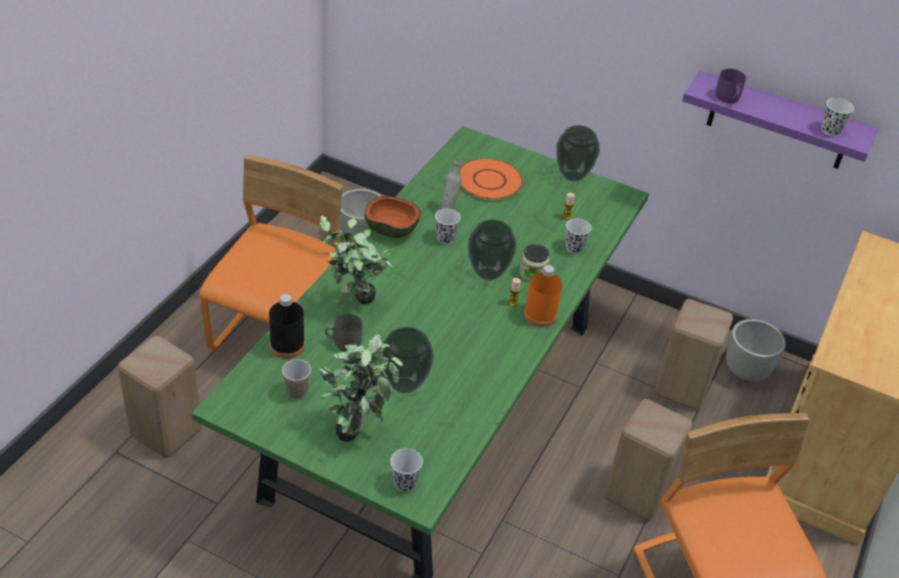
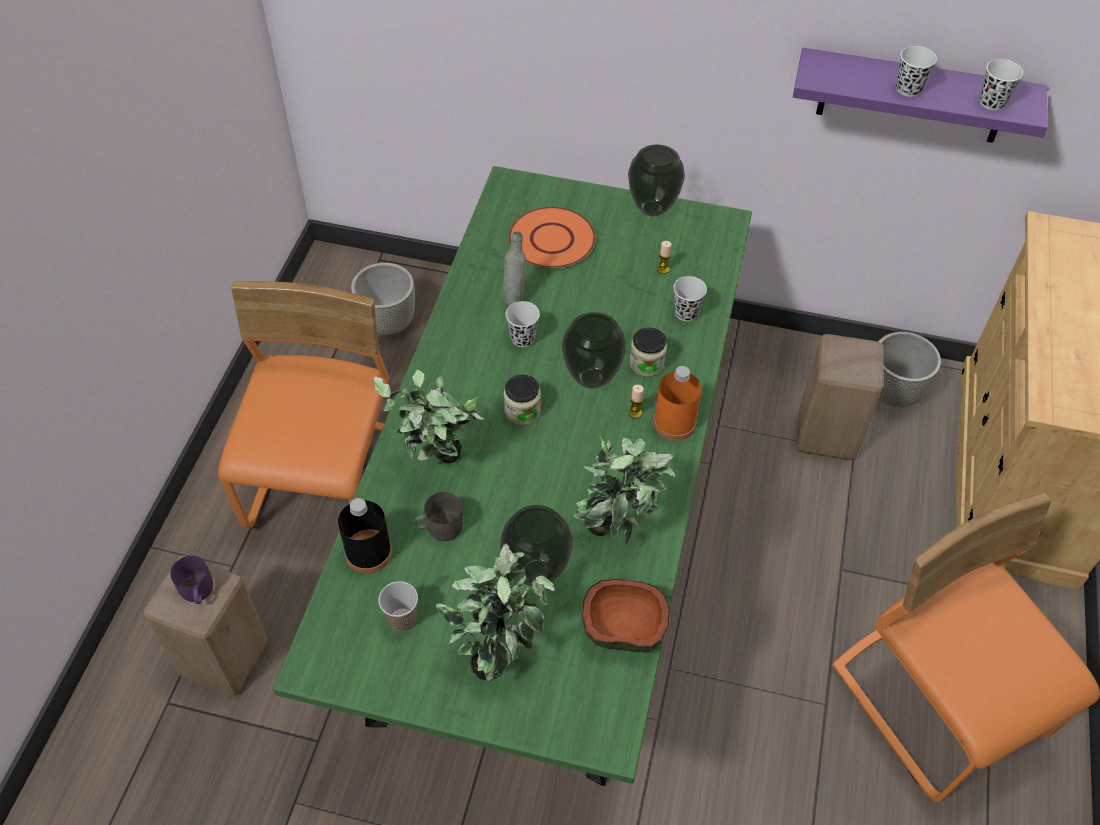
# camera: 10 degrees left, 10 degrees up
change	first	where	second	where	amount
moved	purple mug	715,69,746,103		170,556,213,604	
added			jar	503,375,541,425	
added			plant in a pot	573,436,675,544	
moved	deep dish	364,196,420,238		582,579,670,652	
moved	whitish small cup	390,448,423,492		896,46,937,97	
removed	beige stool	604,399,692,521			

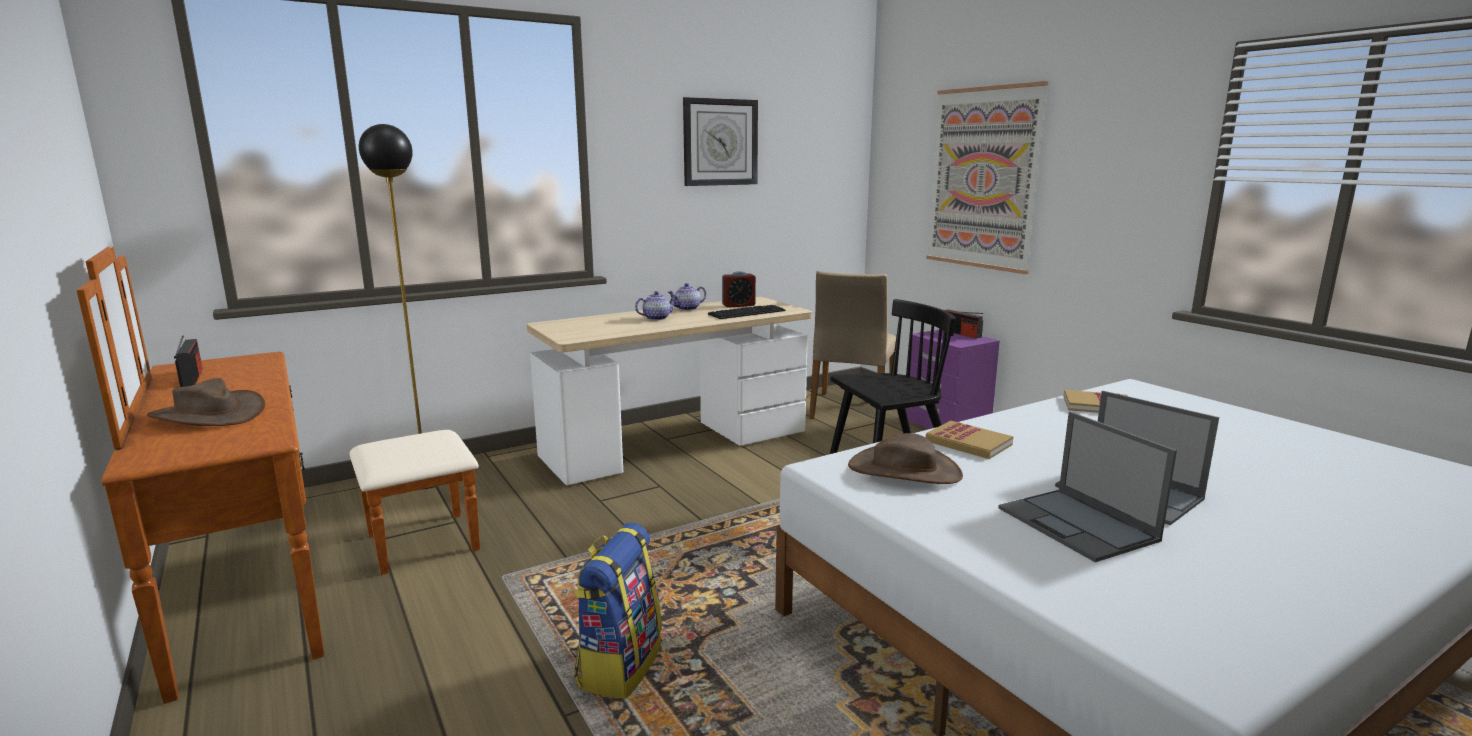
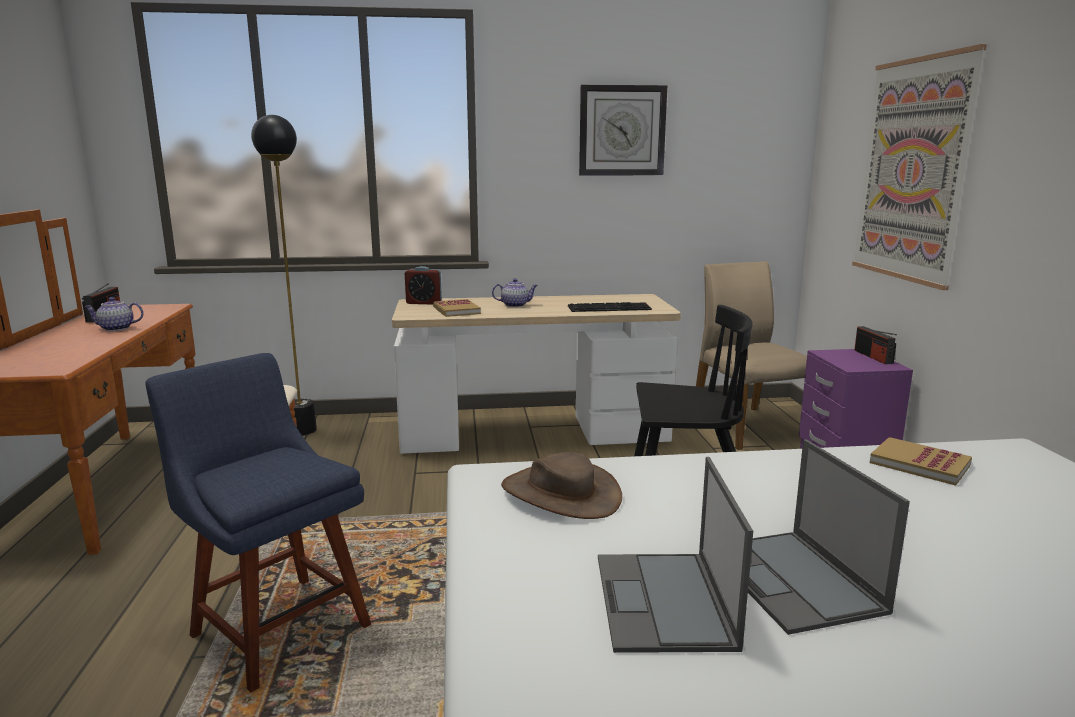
# camera: 25 degrees right, 0 degrees up
change	first	where	second	where	amount
moved	teapot	668,283,706,311		85,297,144,331	
replaced	backpack	574,523,662,699	blue chair	146,353,371,692	
moved	table clock	722,271,756,308		405,266,442,305	
moved	book	926,421,1013,459		433,299,481,317	
turned	beige chair	809,271,896,419		696,261,807,450	120 degrees clockwise
removed	brown-coloured hat	147,378,265,426			

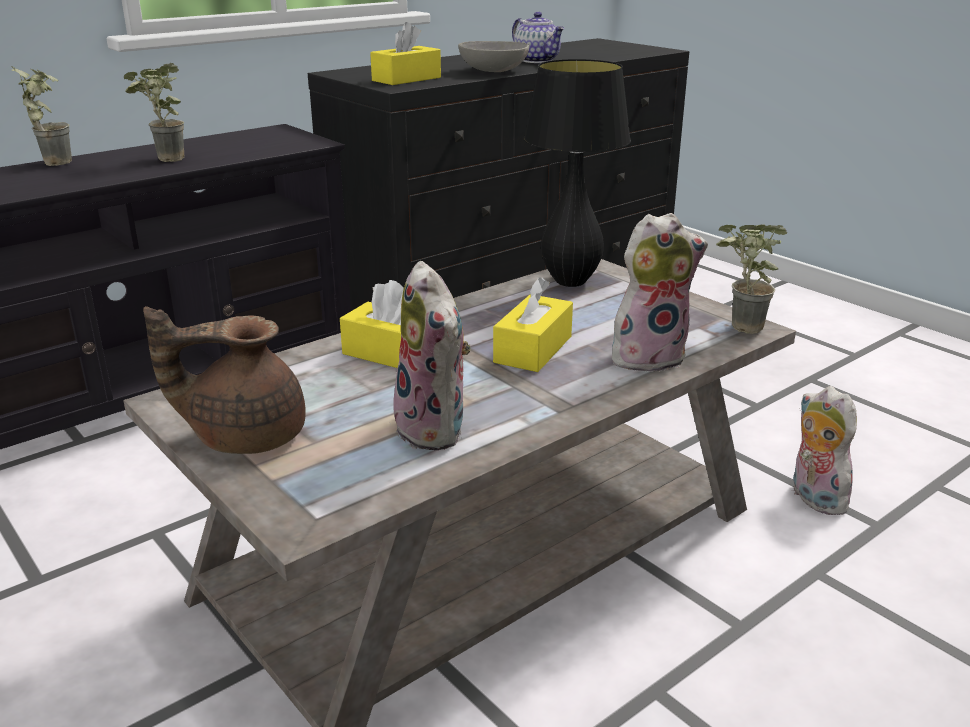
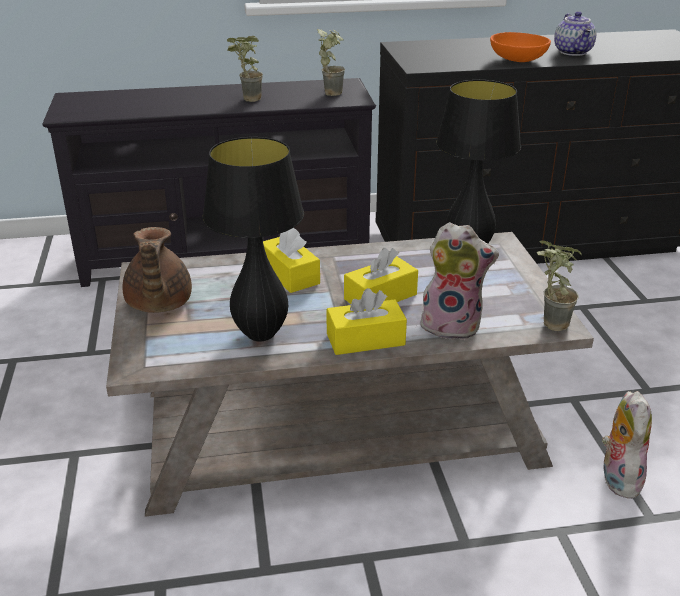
# camera: 30 degrees right, 5 degrees up
change	first	where	second	where	amount
turned	brown-coloured teapot	143,306,306,454		123,227,192,313	120 degrees counterclockwise
replaced	cuddly toy	392,261,471,450	blackish lamp for a table	203,137,304,342	
moved	plant in a pot	11,66,72,166		317,29,345,96	
moved	yellowish tissue box	370,22,441,85		327,288,407,355	
recoloured	grey deep dish	458,41,529,72	orange deep dish	490,32,551,62	

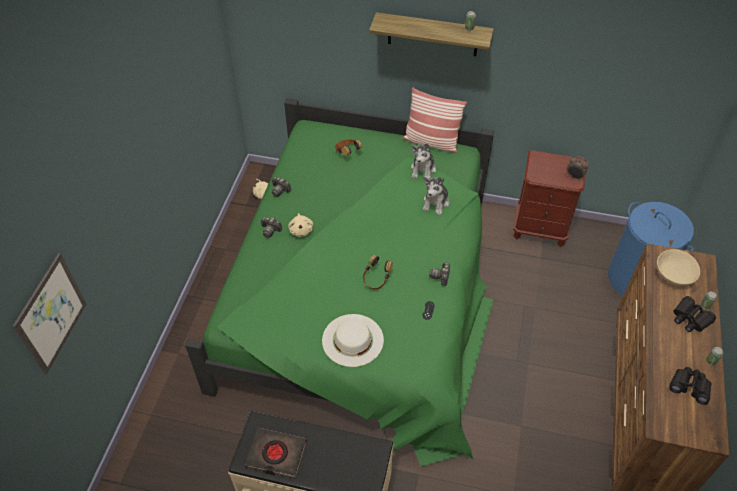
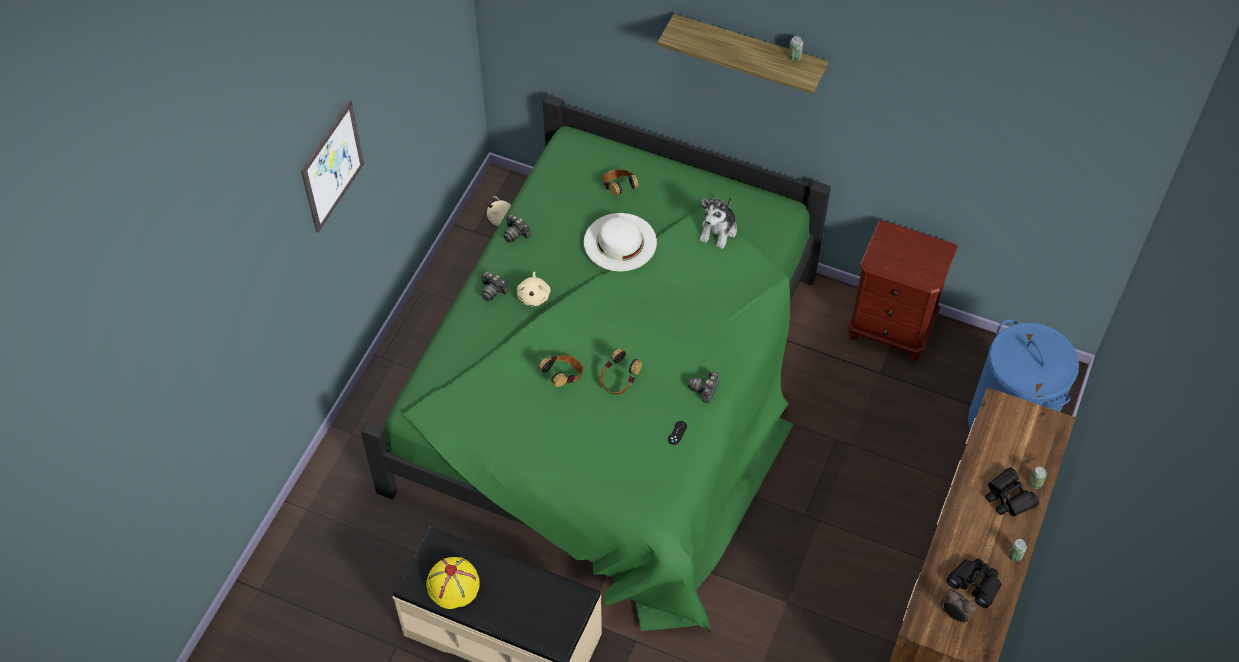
# camera: 10 degrees right, 5 degrees up
change	first	where	second	where	amount
moved	wall art	13,253,86,374		301,100,364,233	
replaced	blackish book	245,428,307,479	yellowish hat	426,557,480,609	
added			headphones	539,355,583,387	
moved	whitish hat	322,314,384,367		584,213,657,272	
moved	table clock	566,156,589,181		941,588,976,623	
removed	cushion	402,87,467,153			
removed	cuddly toy	423,177,449,215			
removed	beige deep dish	657,249,700,286			

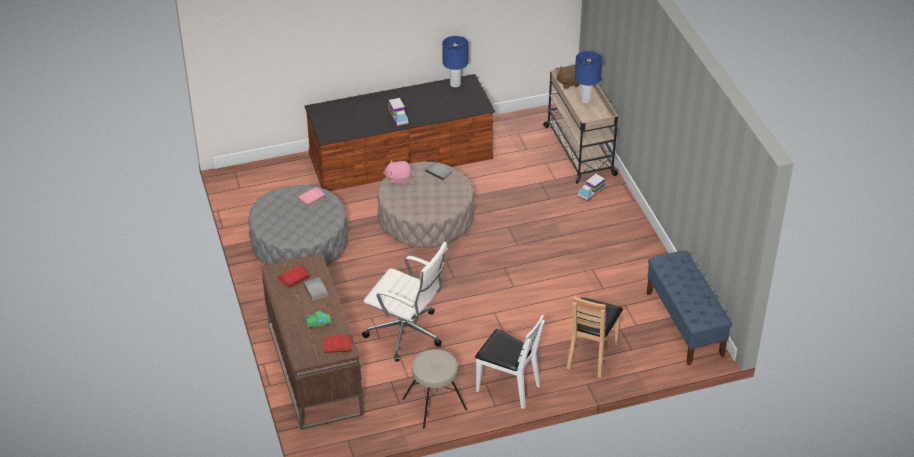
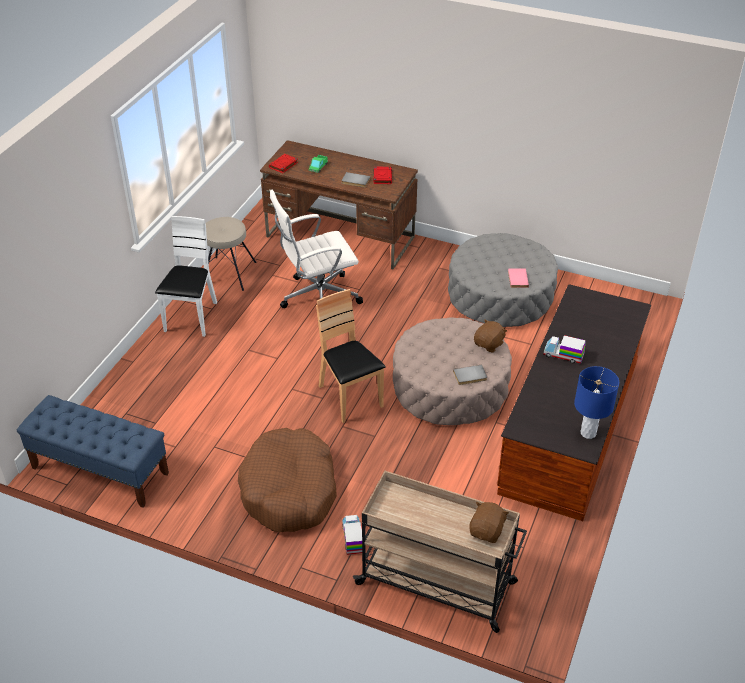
# camera: 130 degrees right, 0 degrees up
change	first	where	second	where	amount
turned	whitish chair	475,315,545,409		155,216,217,337	120 degrees clockwise
added			brown-coloured dog bed	238,428,337,532	
moved	brown-coloured chair	567,297,623,378		316,289,385,423	
recoloured	pinkish cuddly toy	383,160,412,184	brown-coloured cuddly toy	474,319,507,353	
removed	blue lamp for a table	575,51,602,103			

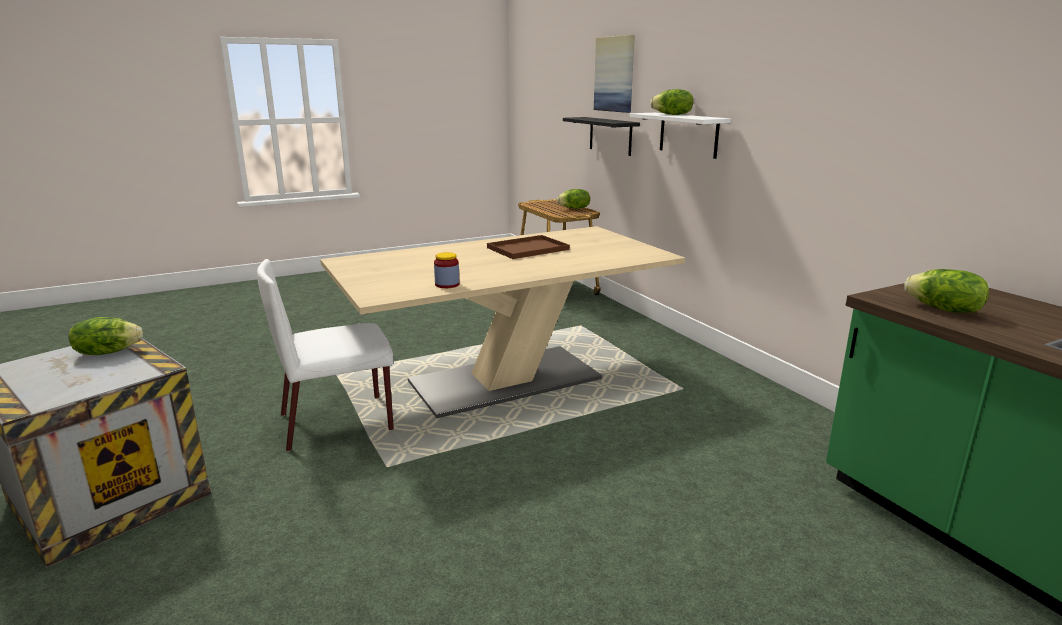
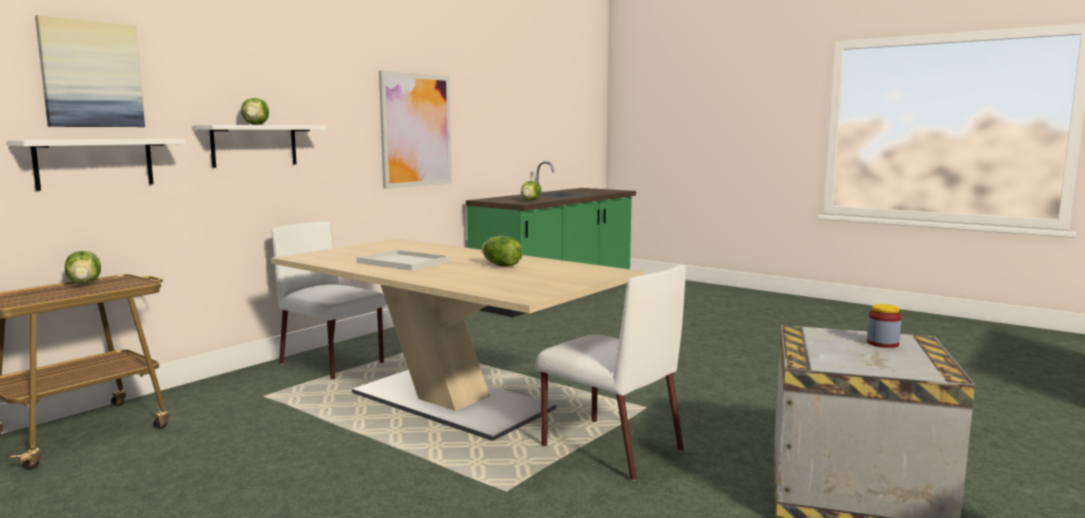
# camera: 115 degrees left, 10 degrees down
change	first	where	second	where	amount
recoloured	blackish shelf	563,117,640,156	whitish shelf	7,139,185,191	
added			whitish chair	271,222,386,379	
recoloured	brown-coloured serving tray	487,235,570,259	whitish serving tray	356,250,450,271	
added			wall art	379,71,452,189	
moved	lettuce	69,317,143,355		481,236,523,267	
moved	jar	434,252,459,288		867,304,902,348	

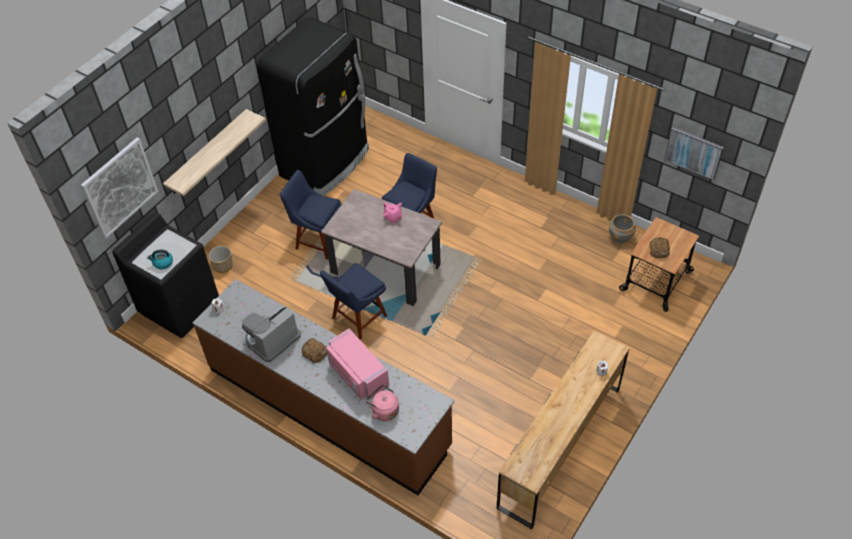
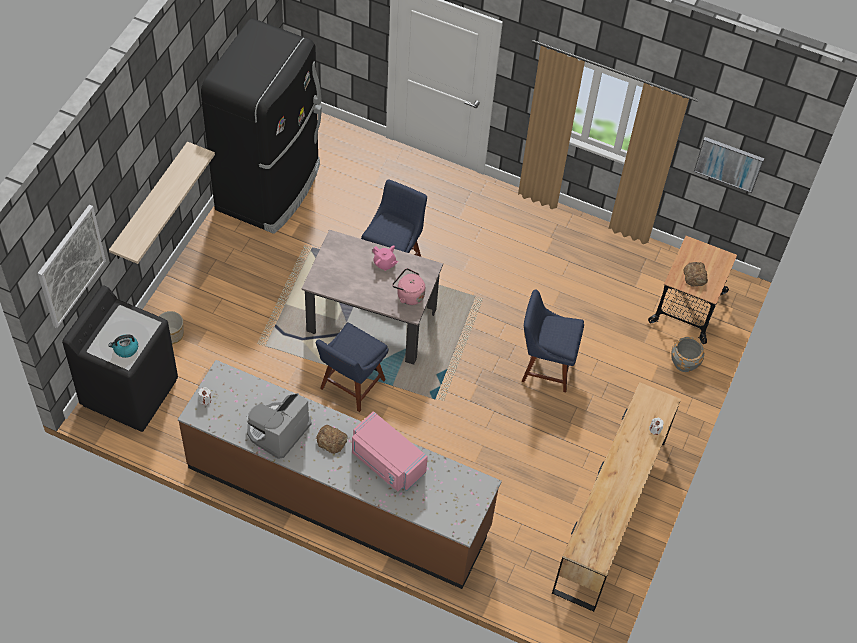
# camera: 15 degrees left, 5 degrees up
change	first	where	second	where	amount
moved	pinkish water kettle	366,385,399,421		392,268,425,305	
moved	blue chair	280,170,342,260		522,289,584,392	
moved	grey planter	609,214,636,243		671,337,704,372	

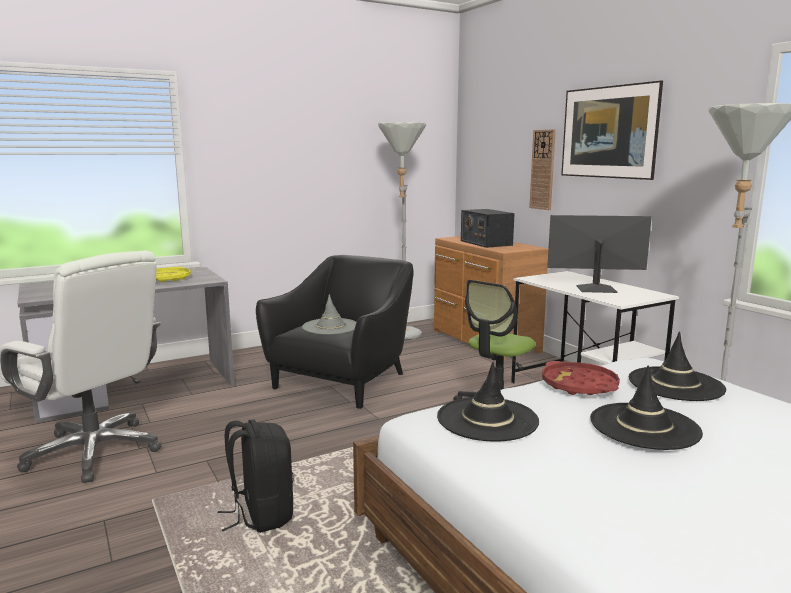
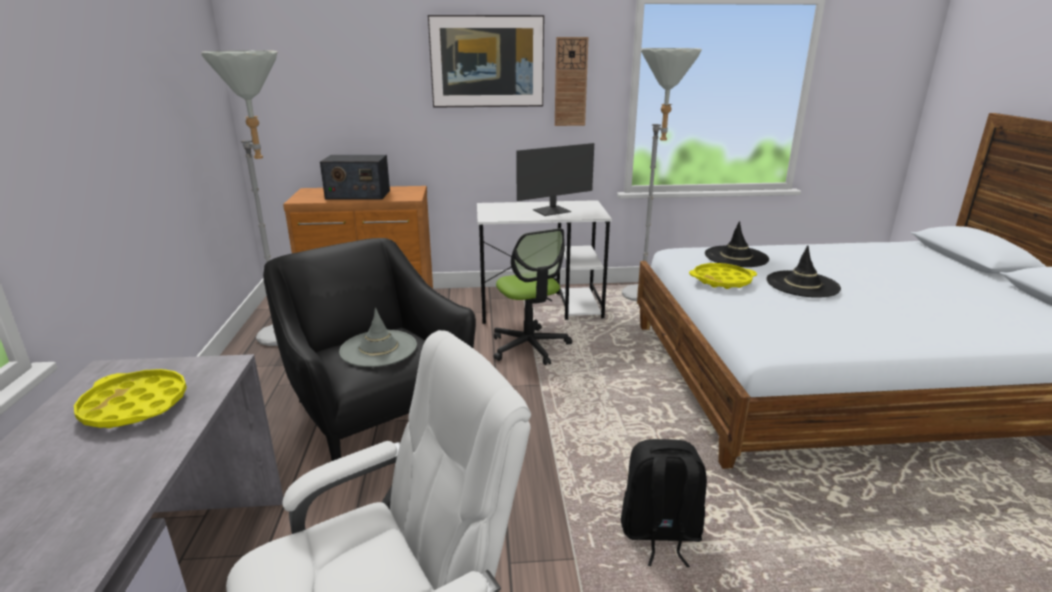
# camera: 65 degrees left, 10 degrees up
change	first	where	second	where	amount
turned	computer screen	547,215,652,293		516,143,594,216	150 degrees counterclockwise
moved	clock on the wall	529,129,556,210		555,37,589,126	
recoloured	reddish serving tray	542,361,620,395	yellowish serving tray	689,263,757,289	
removed	blackish hat	437,362,539,442			

